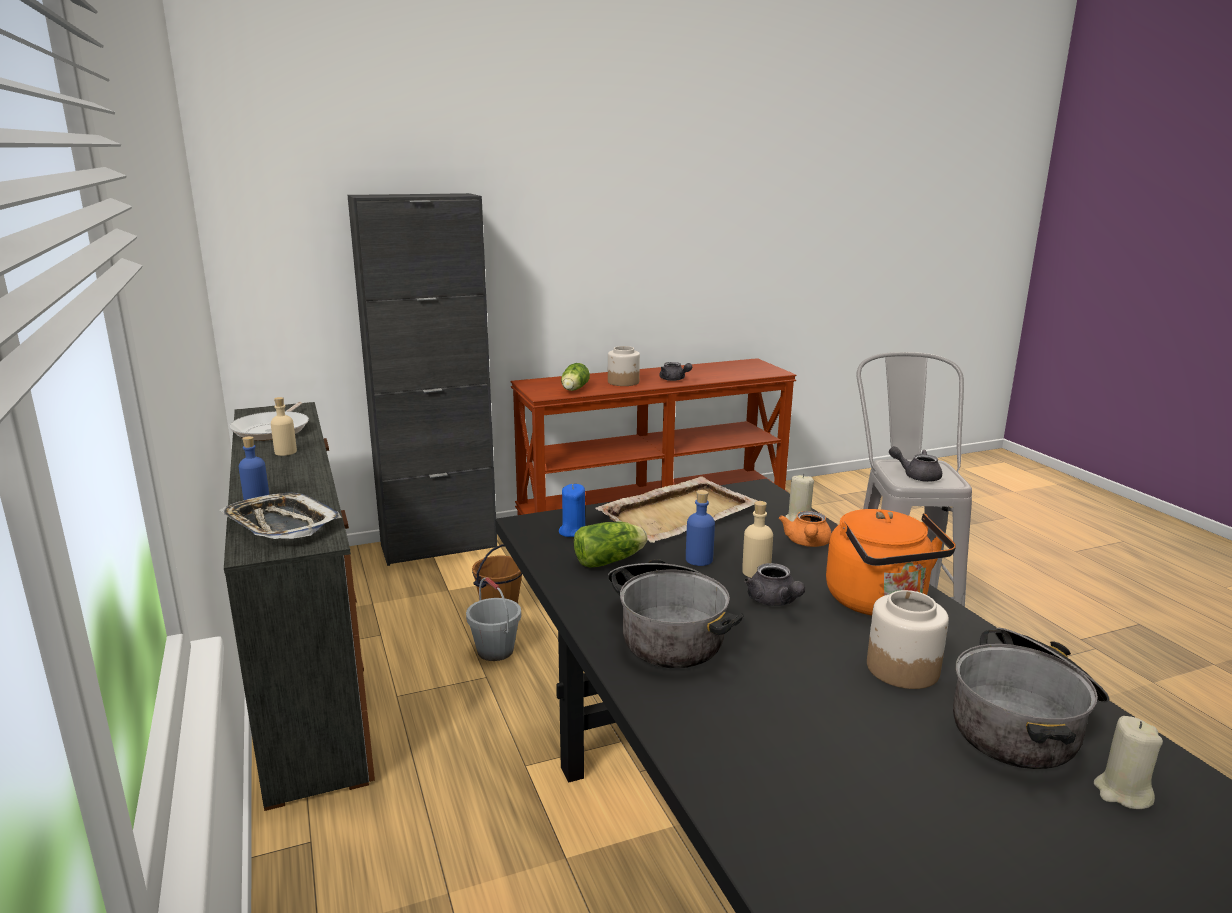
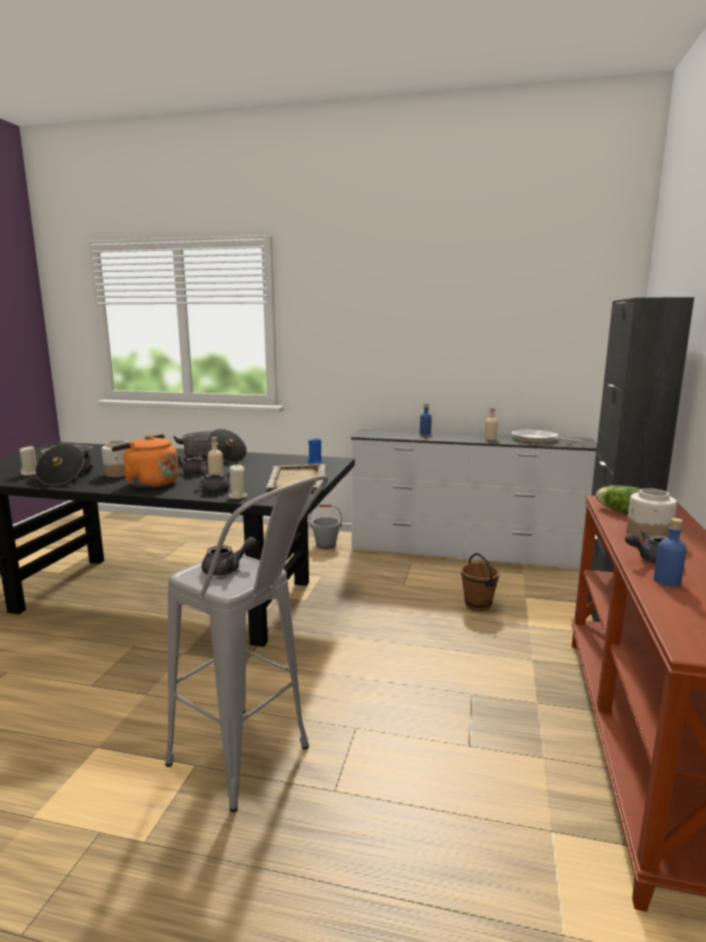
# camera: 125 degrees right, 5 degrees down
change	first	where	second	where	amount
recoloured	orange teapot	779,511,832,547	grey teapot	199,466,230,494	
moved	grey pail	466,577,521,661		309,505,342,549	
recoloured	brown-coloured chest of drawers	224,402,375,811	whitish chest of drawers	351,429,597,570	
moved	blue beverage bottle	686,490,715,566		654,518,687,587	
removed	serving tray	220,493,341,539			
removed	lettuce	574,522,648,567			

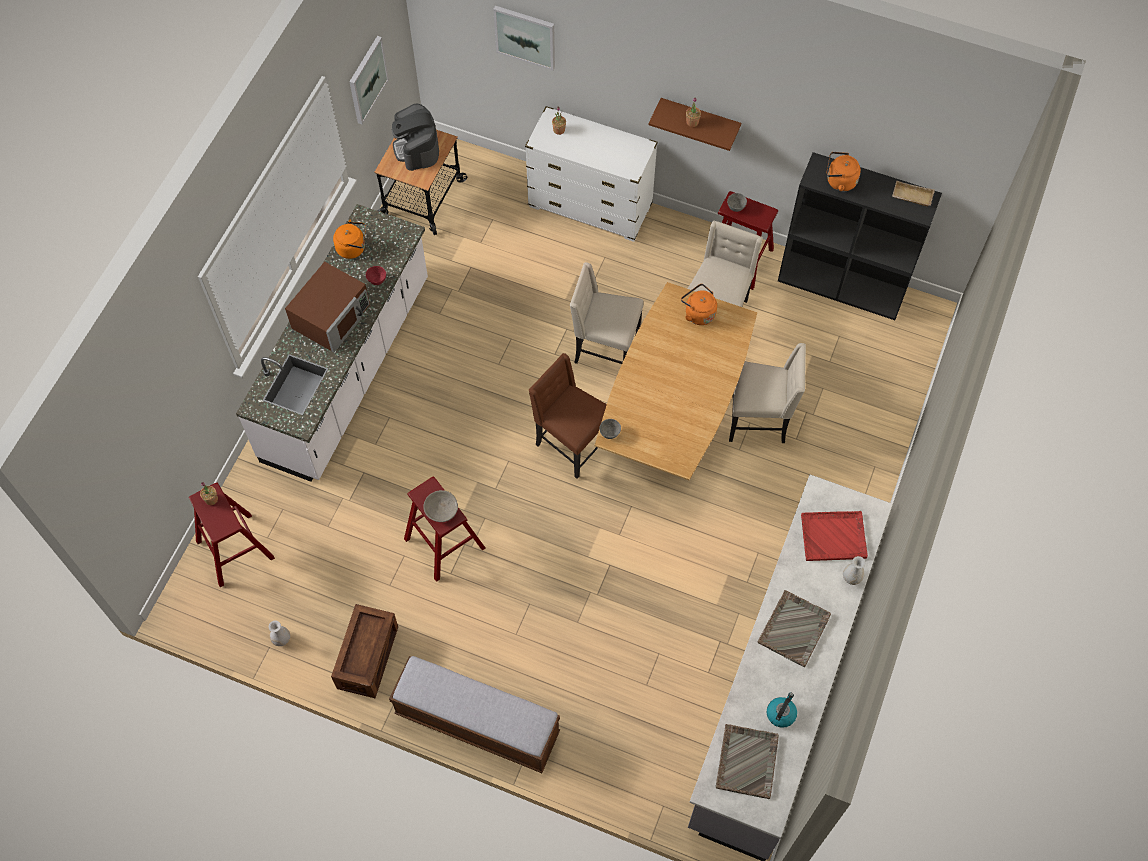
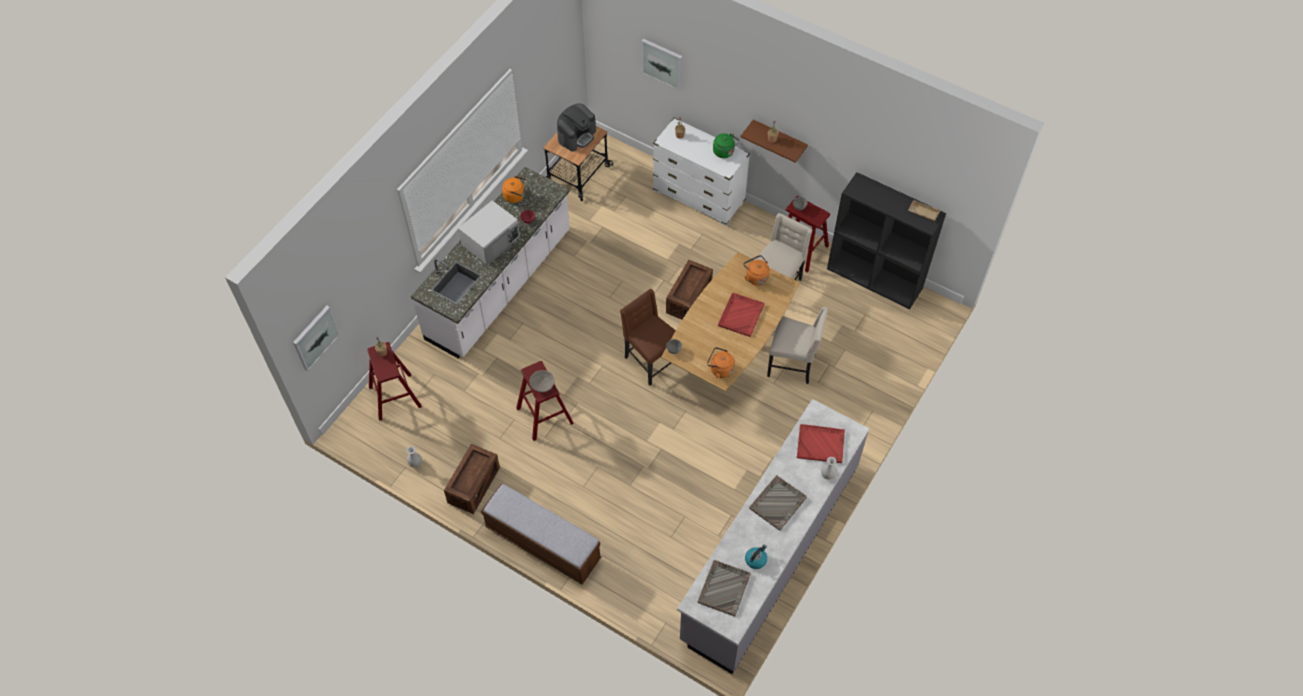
# camera: 10 degrees right, 5 degrees down
change	first	where	second	where	amount
moved	wall art	350,36,389,124		293,306,340,371	
recoloured	brown-coloured kitchen microwave	285,262,370,352	whitish kitchen microwave	458,201,520,265	
turned	coffee maker	392,104,439,171		557,103,596,152	135 degrees counterclockwise
replaced	beige chair	570,262,644,364	crate	666,260,713,319	
moved	orange water kettle	826,152,861,191		707,347,735,378	
added			greenish water kettle	713,133,739,158	
added			reddish serving tray	718,293,764,337	

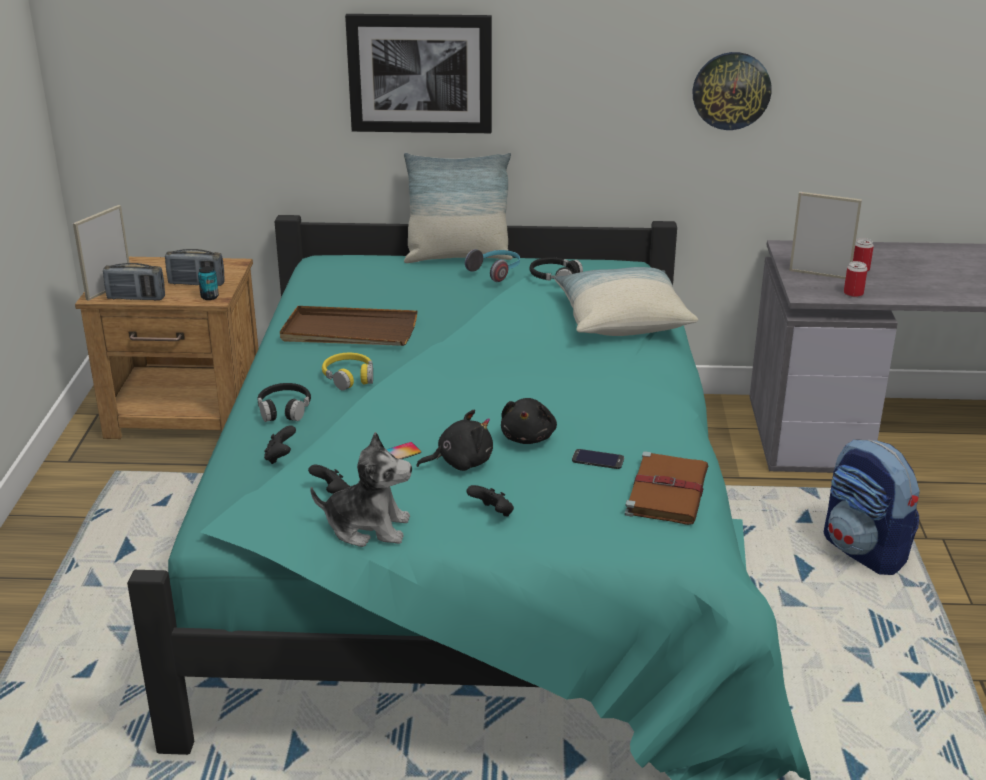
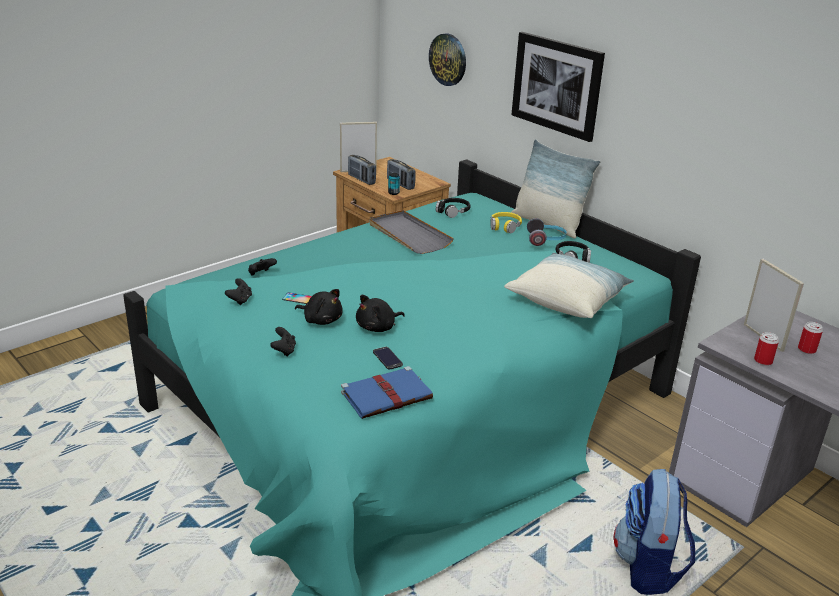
# camera: 45 degrees right, 0 degrees up
change	first	where	second	where	amount
recoloured	brown-coloured book	625,451,708,525	blue book	341,366,433,419	
recoloured	brown-coloured serving tray	280,306,417,346	grey serving tray	369,210,454,254	
moved	clock on the wall	693,52,771,130		429,33,466,86	
moved	blackish headphones	257,383,311,422		436,198,470,218	
moved	yellowish headphones	322,353,373,390		491,212,522,233	
removed	cuddly toy	310,432,412,547			

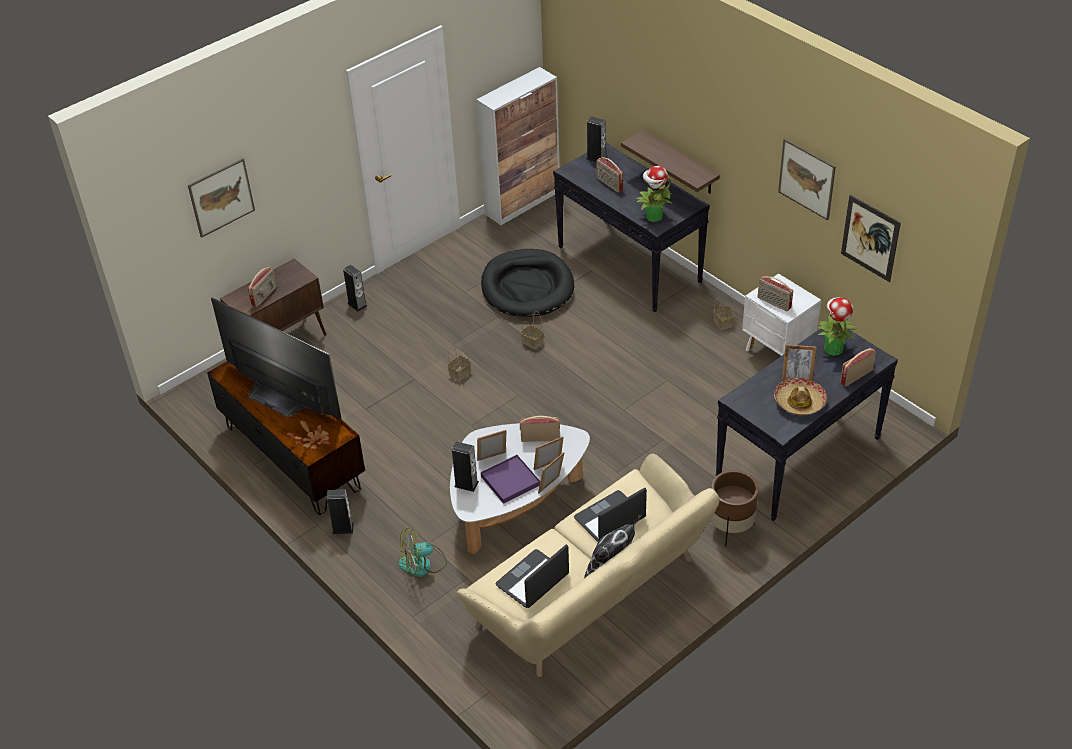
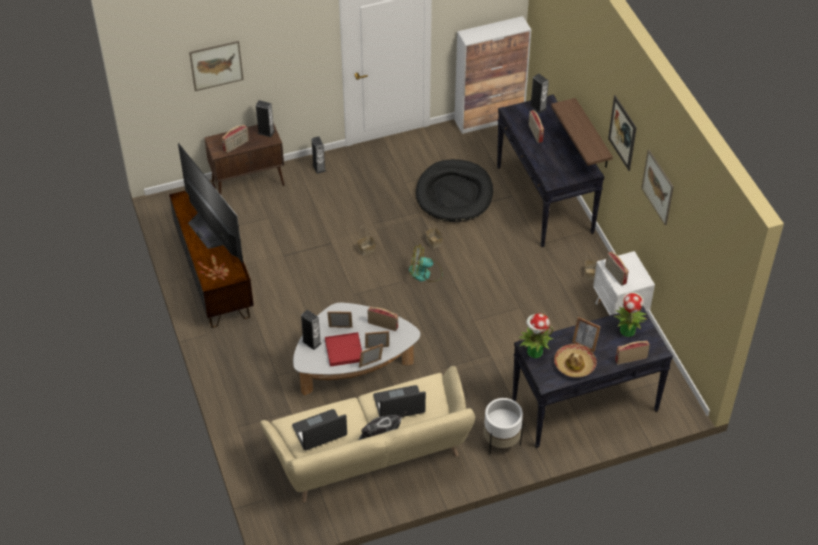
# camera: 20 degrees right, 5 degrees up
change	first	where	second	where	amount
moved	loudspeaker	327,489,354,534		256,100,275,137	
recoloured	purple serving tray	481,455,540,504	reddish serving tray	325,332,362,367	
moved	cooling fan	399,528,447,577		409,245,442,282	
recoloured	brown-coloured planter	711,470,759,546	whitish planter	484,398,523,455	
moved	plant in a pot	636,166,672,222		518,313,553,358	
moved	wall art	841,195,901,282		608,95,637,171	

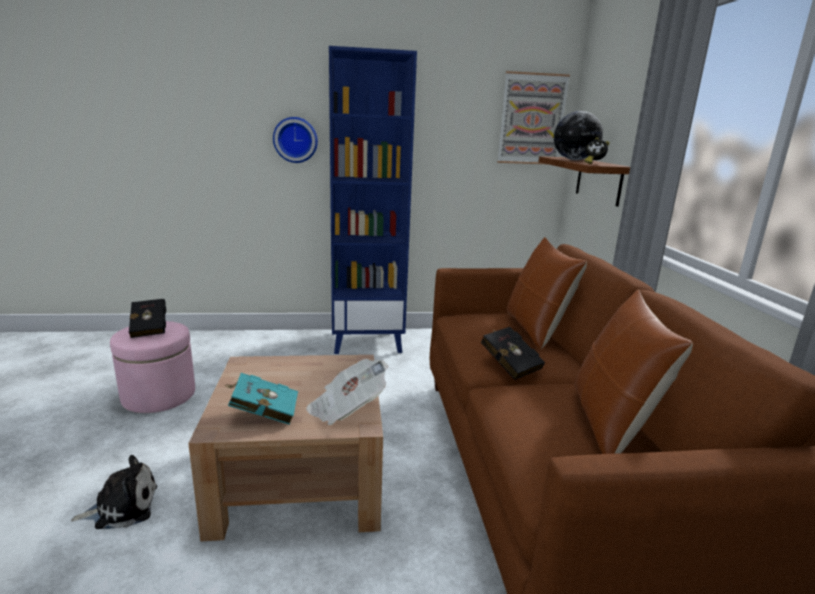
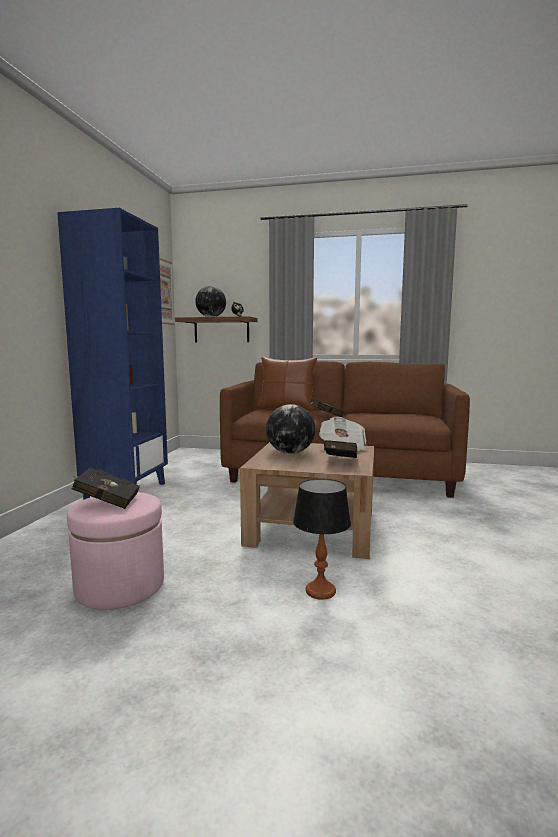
# camera: 70 degrees left, 10 degrees down
change	first	where	second	where	amount
added			desk globe	266,404,315,454	
replaced	cuddly toy	71,455,157,529	lamp for a table	293,479,351,600	
recoloured	turquoise book	224,373,298,425	blackish book	324,440,358,458	
removed	clock on the wall	273,117,318,163			
removed	brown-coloured cushion	575,290,693,454			

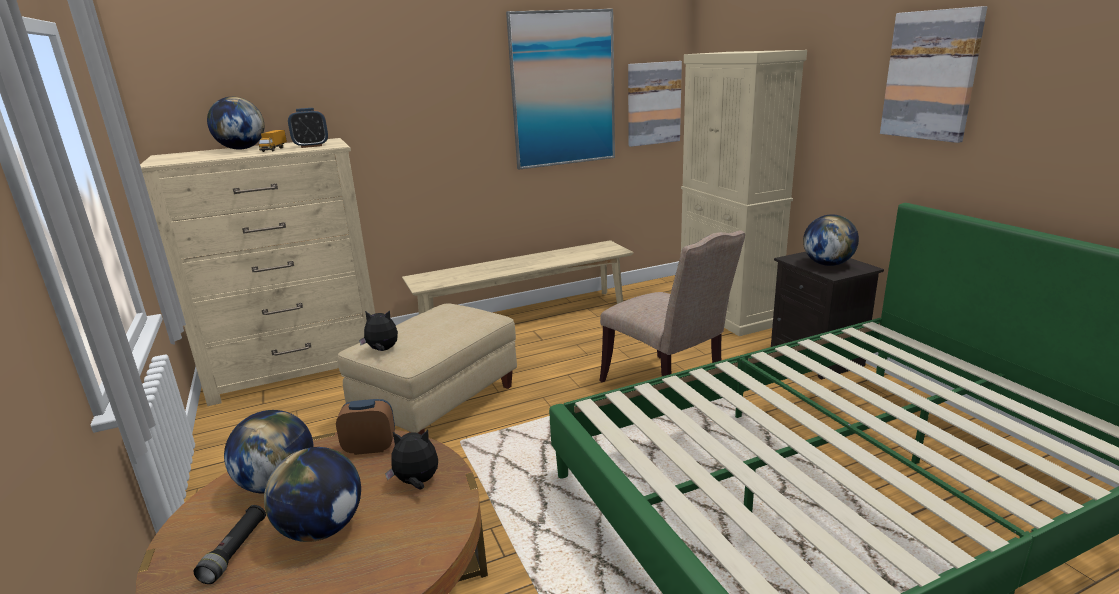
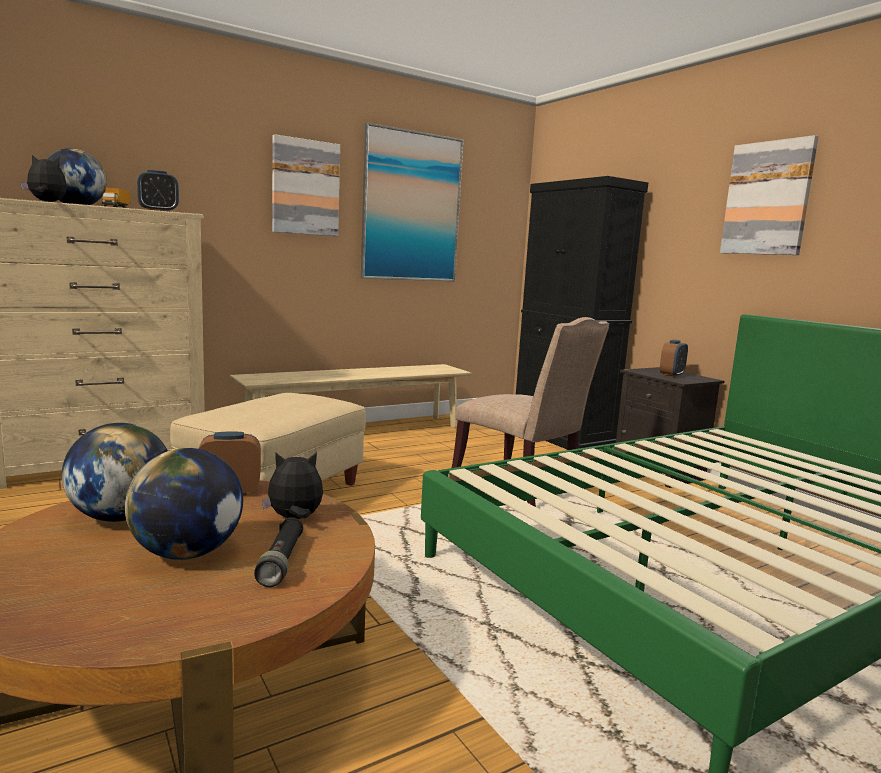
# camera: 10 degrees left, 10 degrees down
change	first	where	second	where	amount
moved	cuddly toy	359,310,398,351		20,155,67,202	
moved	blackish torch	194,505,266,584		254,517,303,587	
moved	wall art	628,61,682,147		272,134,340,236	
recoloured	beige cabinet	681,50,807,336	blackish cabinet	516,176,648,449	
replaced	desk globe	803,214,859,266	table clock	660,340,688,377	

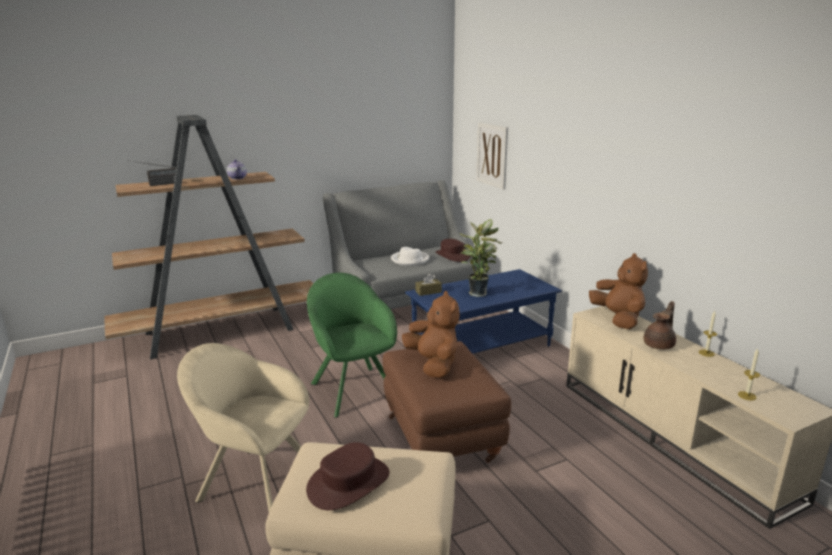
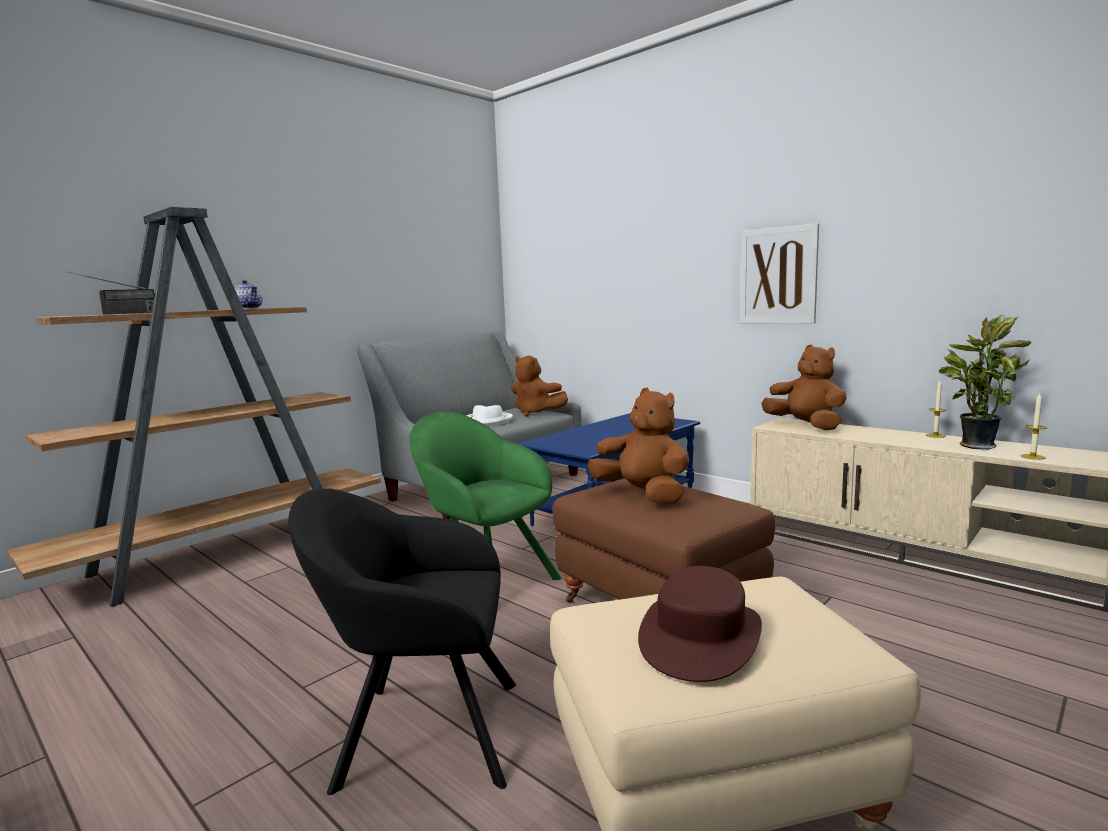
# camera: 20 degrees left, 10 degrees down
change	first	where	second	where	amount
recoloured	beige lounge chair	177,343,309,511	blackish lounge chair	288,488,516,795	
replaced	brown-coloured hat	436,239,471,262	brown-coloured cuddly toy	511,356,568,416	
moved	wall art	476,122,508,190		740,223,819,323	
moved	plant in a pot	460,219,503,297		939,314,1032,450	
removed	brown-coloured tissue box	415,274,442,296			
removed	brown-coloured teapot	644,301,676,349			

